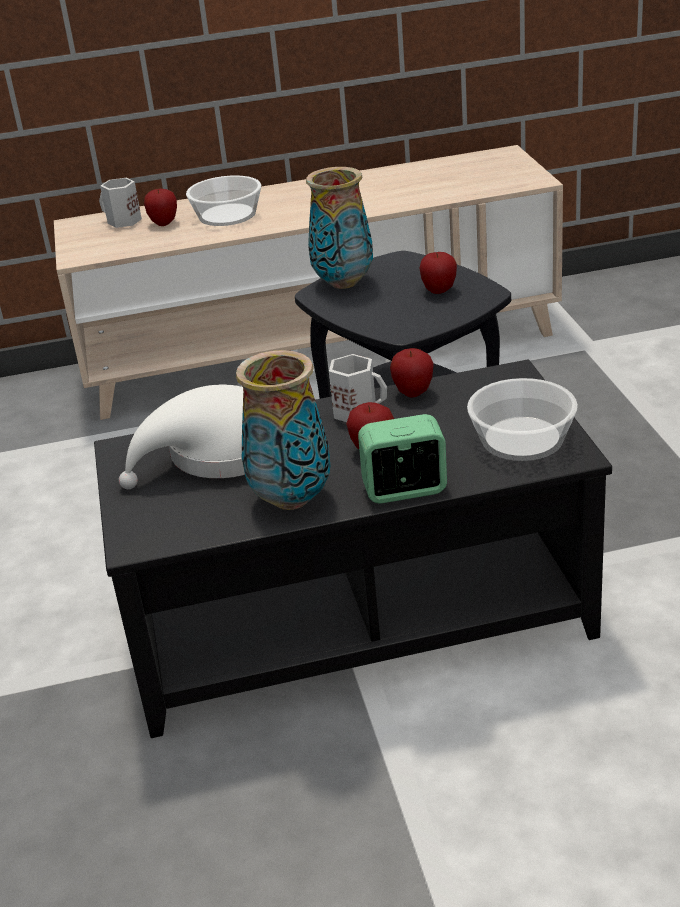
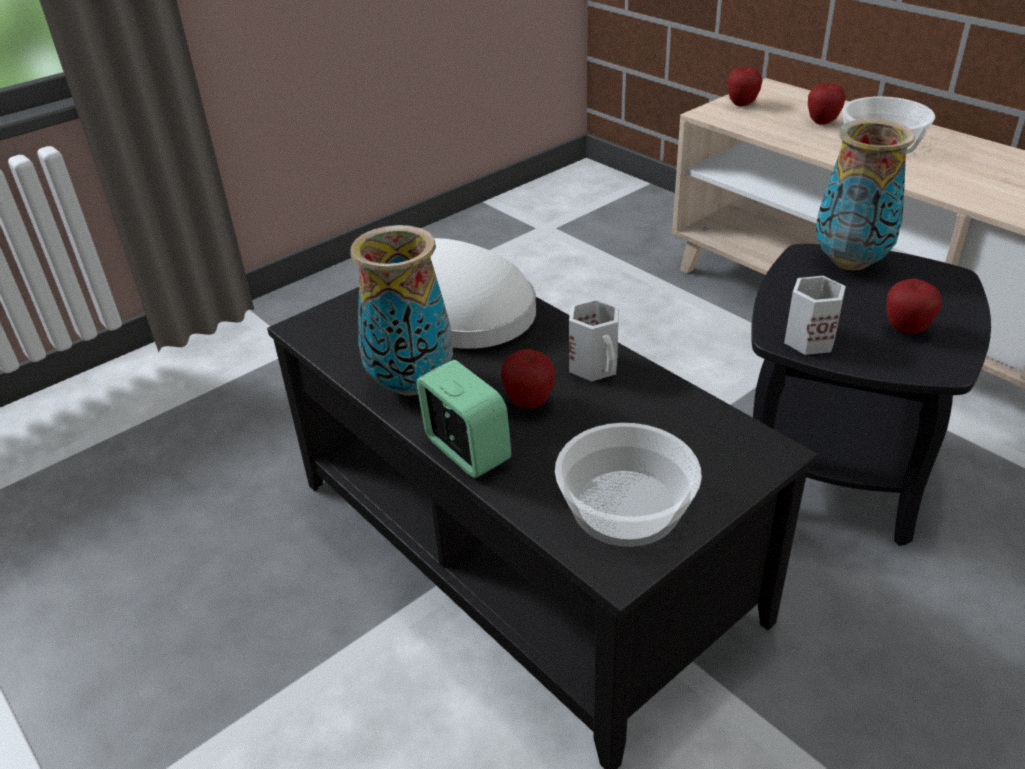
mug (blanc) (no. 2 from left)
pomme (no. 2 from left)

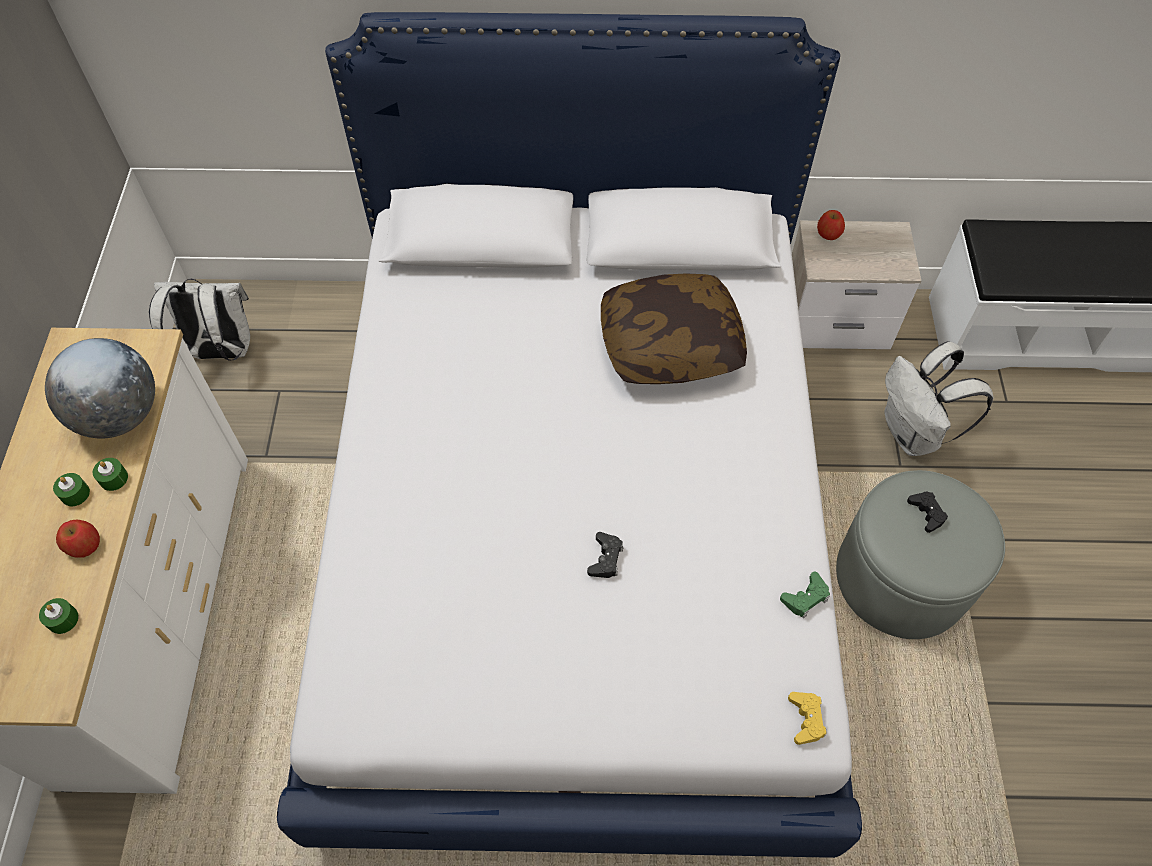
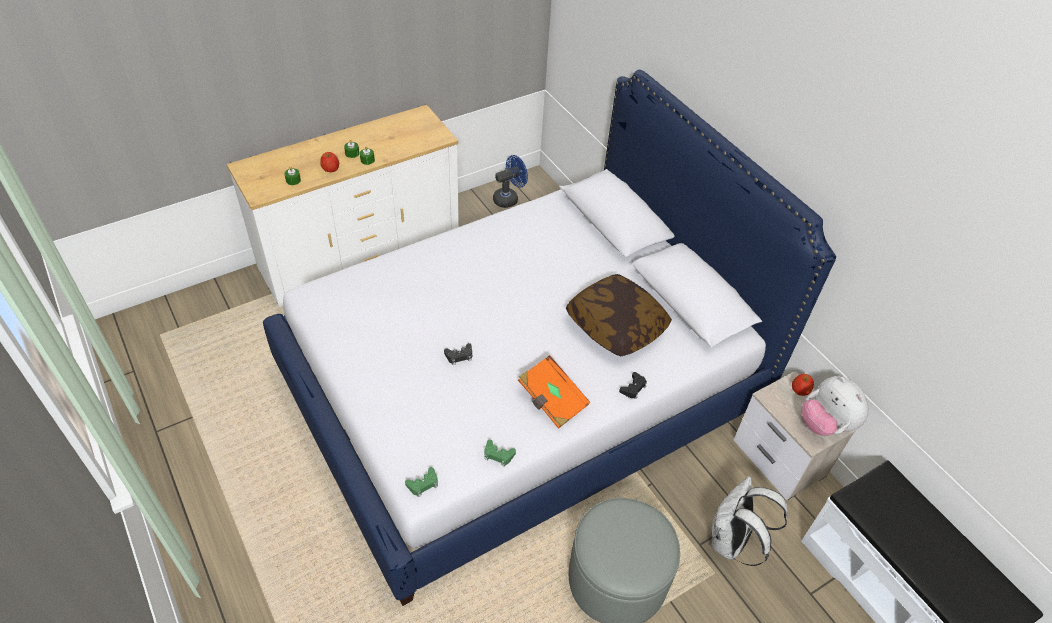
ventilateur (bleu)
globe
manette (noir) (no. 2 from left)
manette (vert) (no. 1 from left)
livre (orange)
peluche

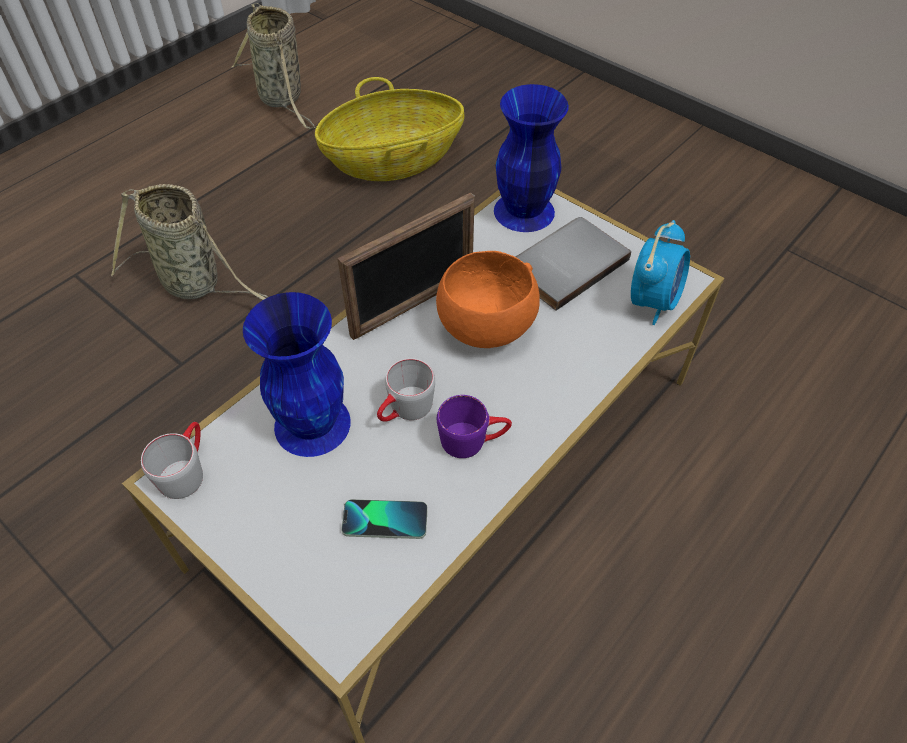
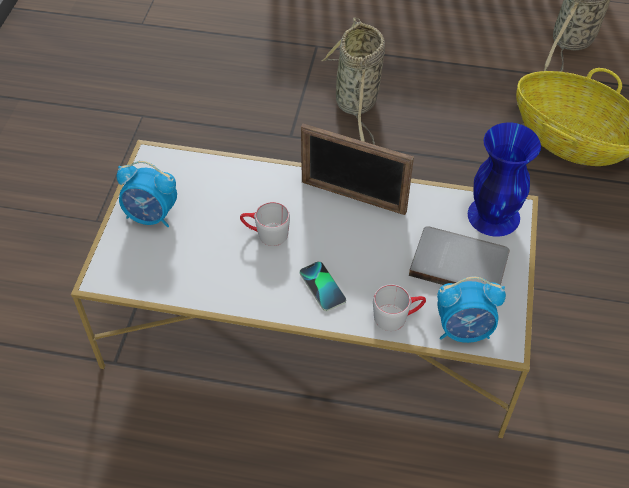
bol (orange)
vase (bleu) (no. 1 from left in the first image)
mug (violet)
mug (gris) (no. 2 from left)
téléphone
réveil (no. 1 from left)

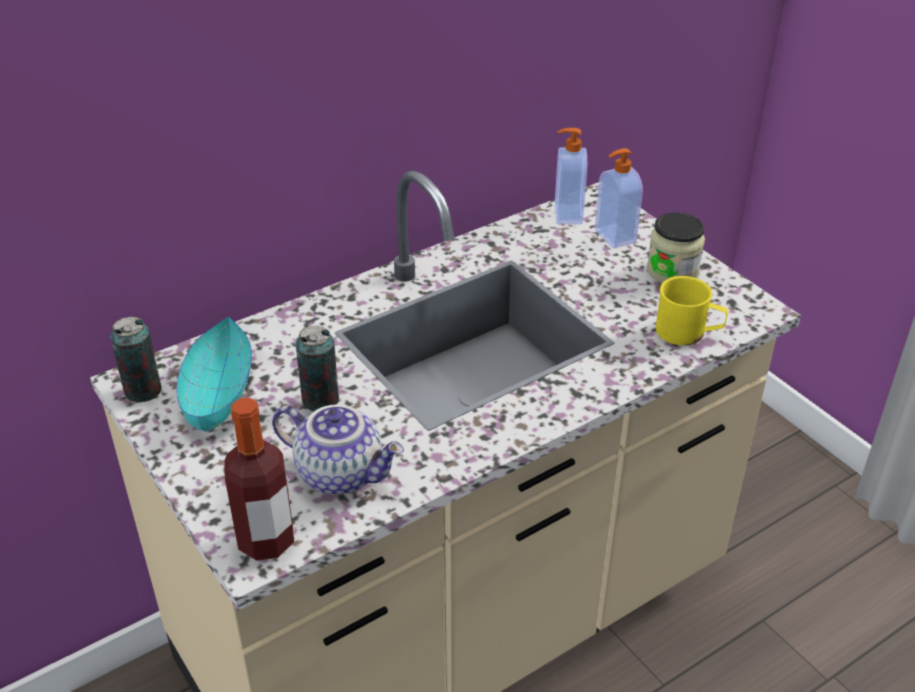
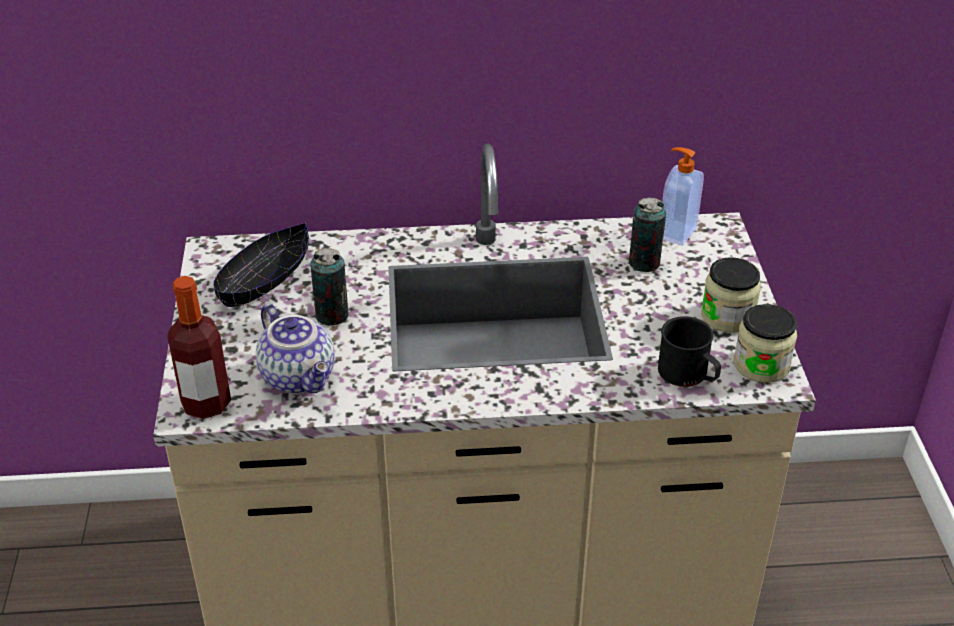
distributeur de savon (no. 2 from left in the first image)
mug (noir)
bol (noir)
boîte métallique (no. 2 from left)
bocal (no. 2 from left)

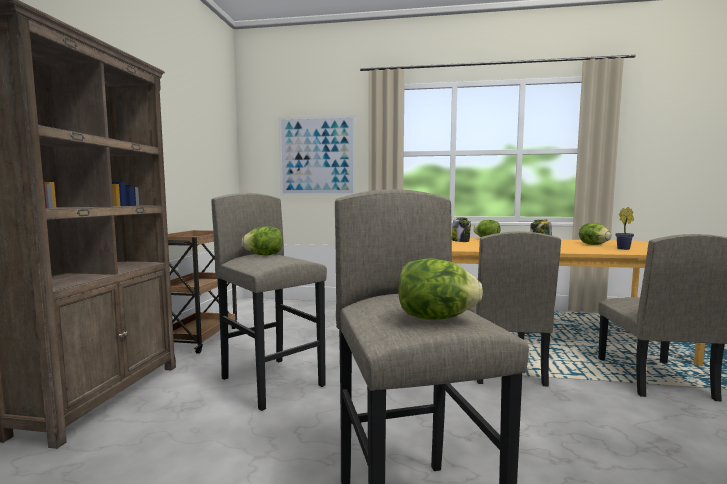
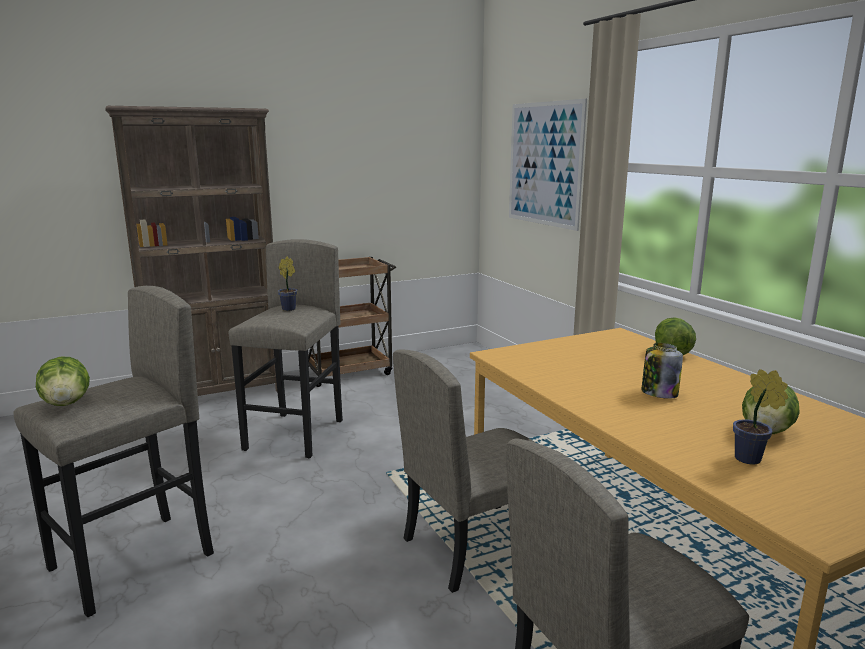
bocal (no. 1 from left in the first image)
plante en pot (no. 1 from left)

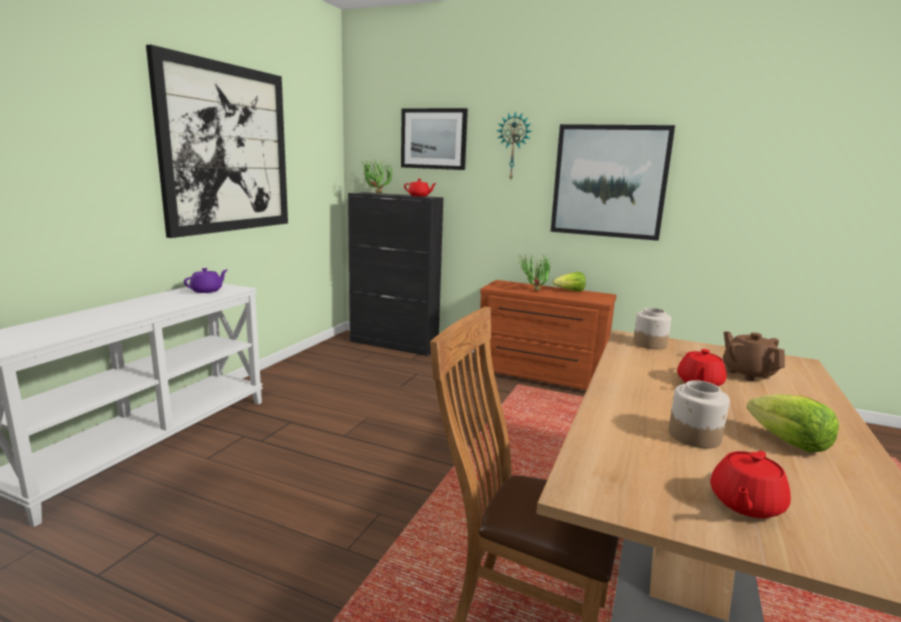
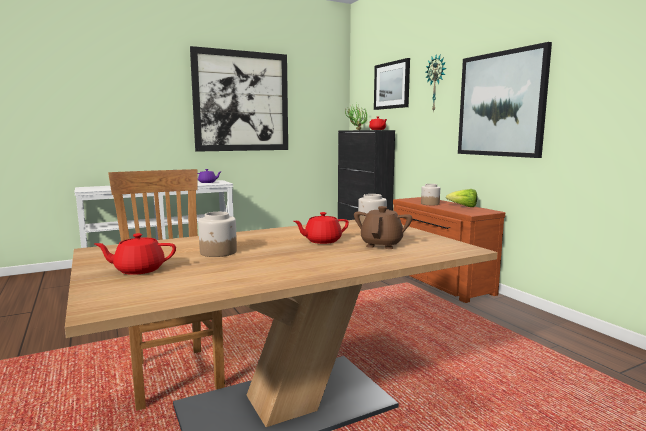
bocal (no. 3 from left)
laitue (no. 2 from left in the first image)

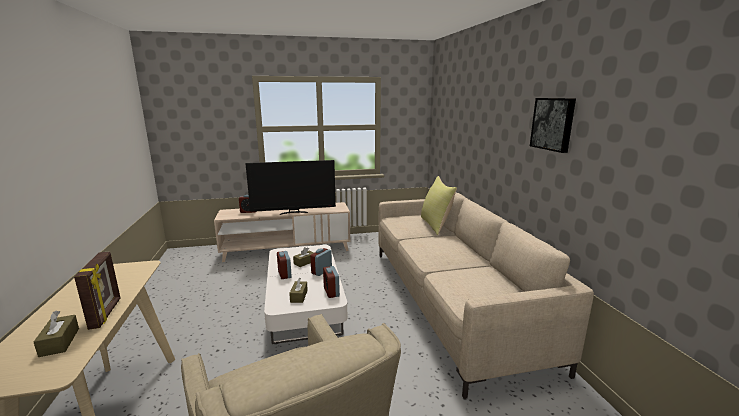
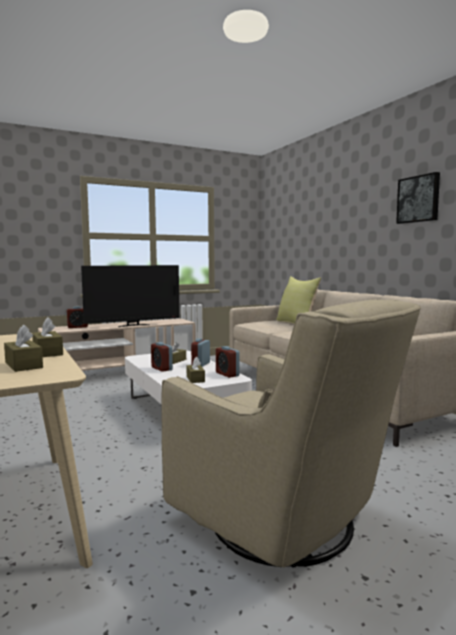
boîte à mouchoirs (marron) (no. 2 from left)

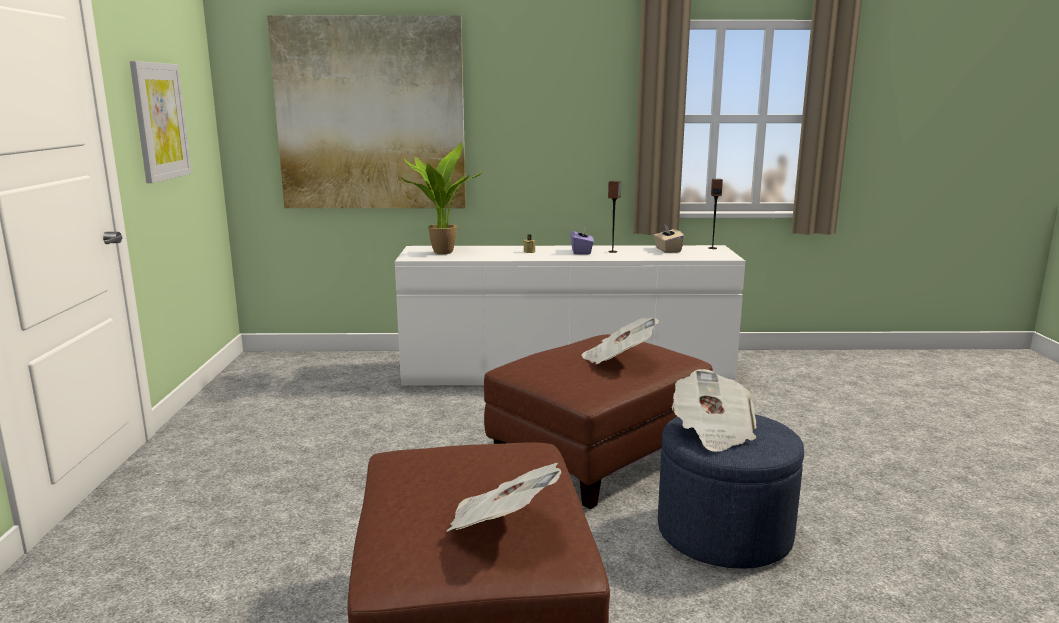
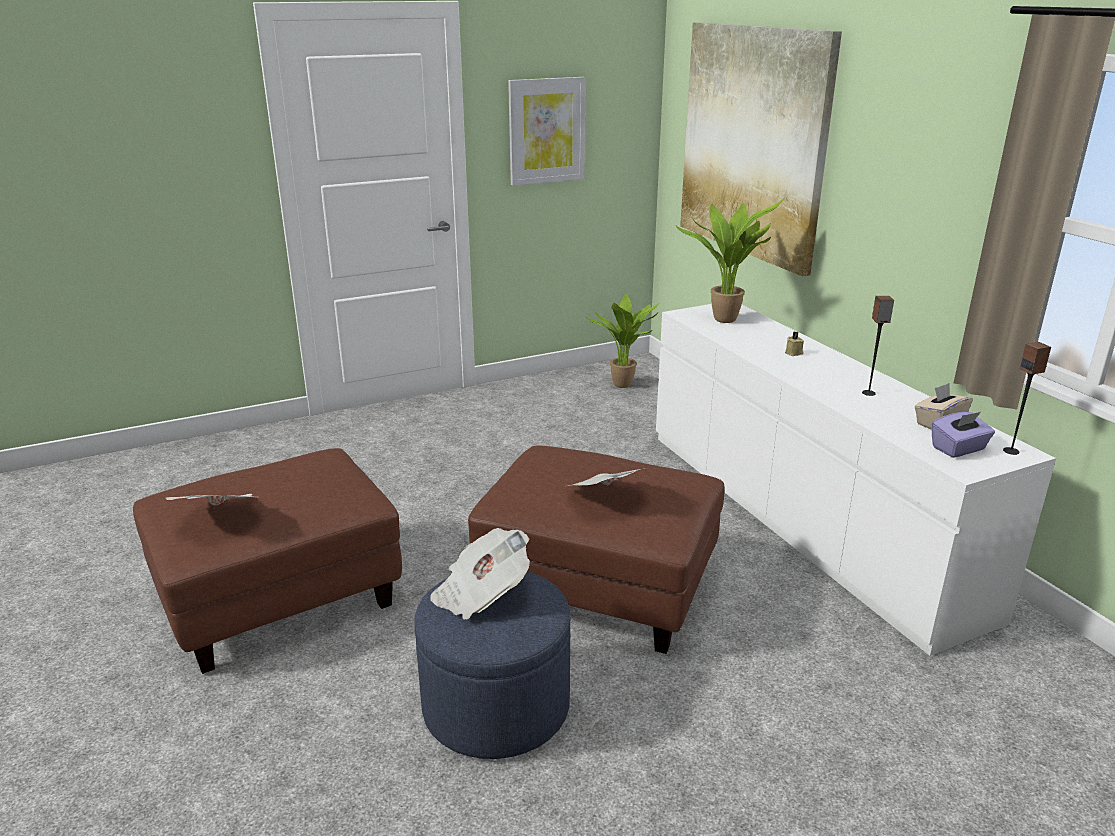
boîte à mouchoirs (violet)
plante en pot (no. 1 from left)

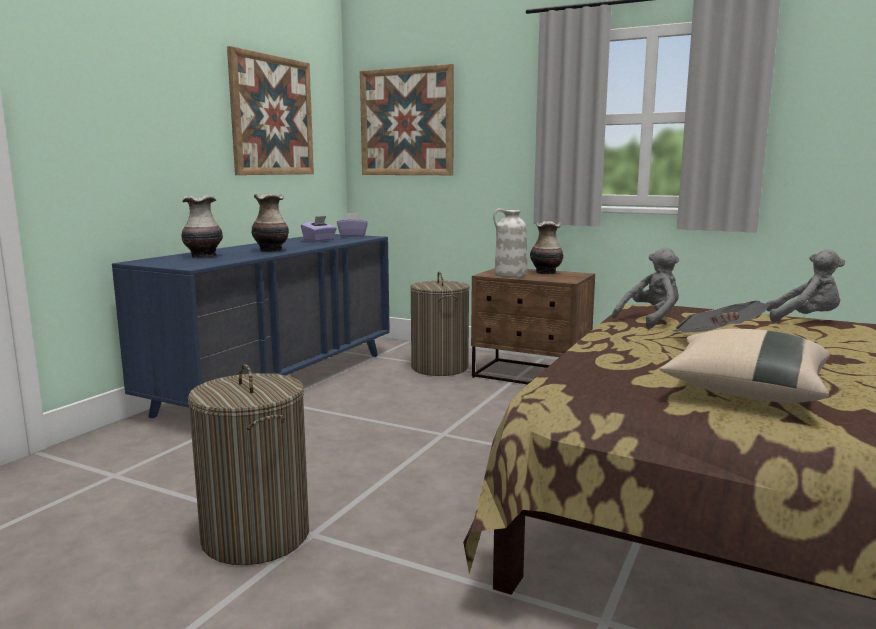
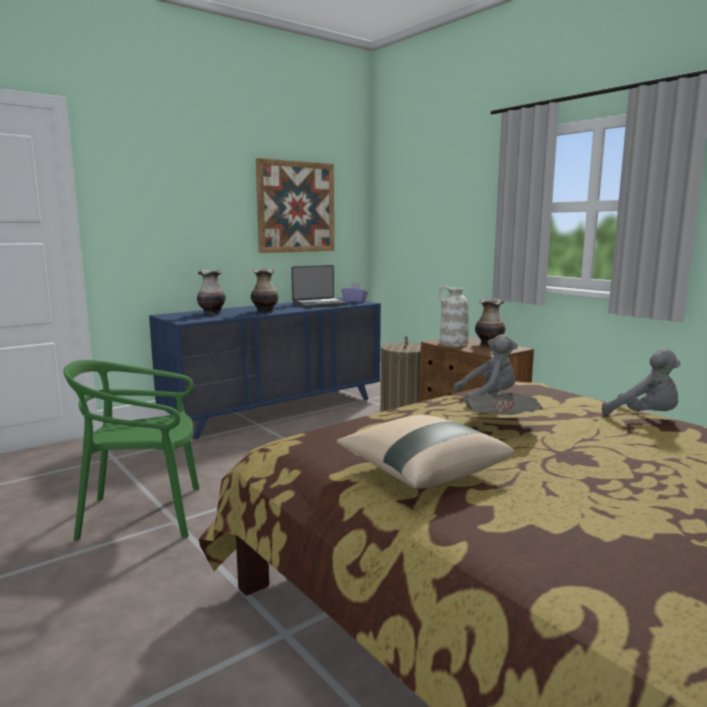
tableau (no. 2 from left in the first image)
ordinateur portable
chaise (vert)

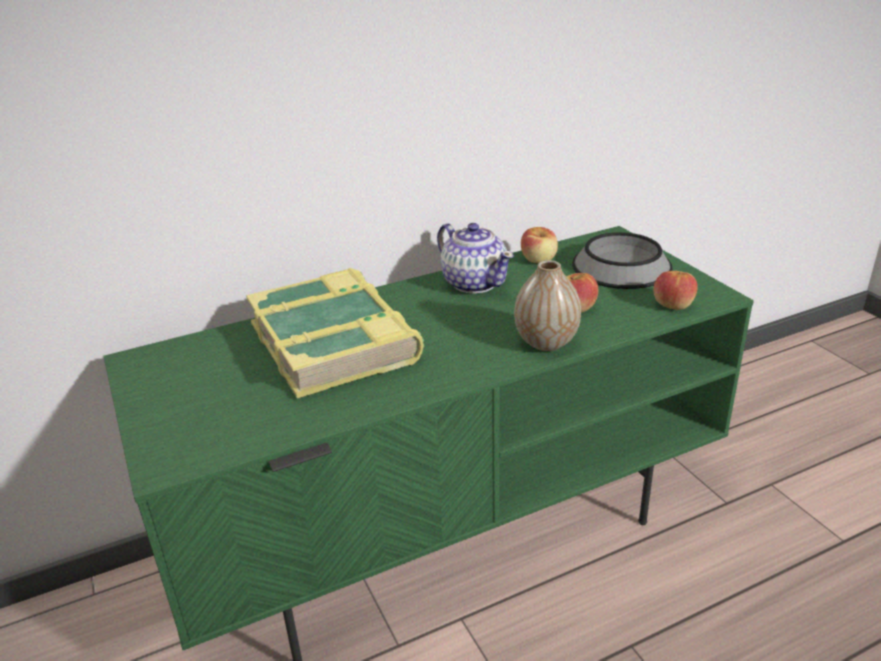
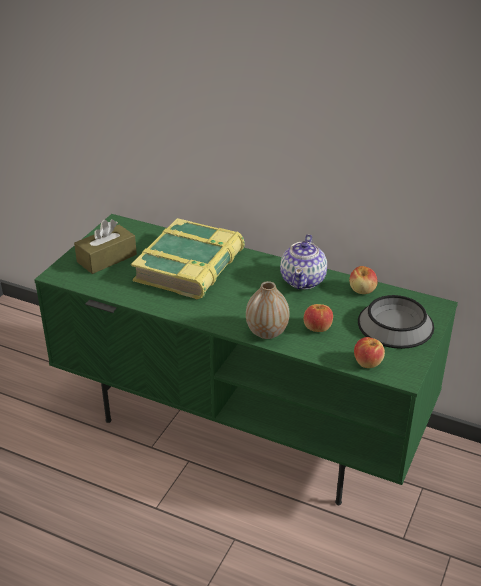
boîte à mouchoirs (marron)

